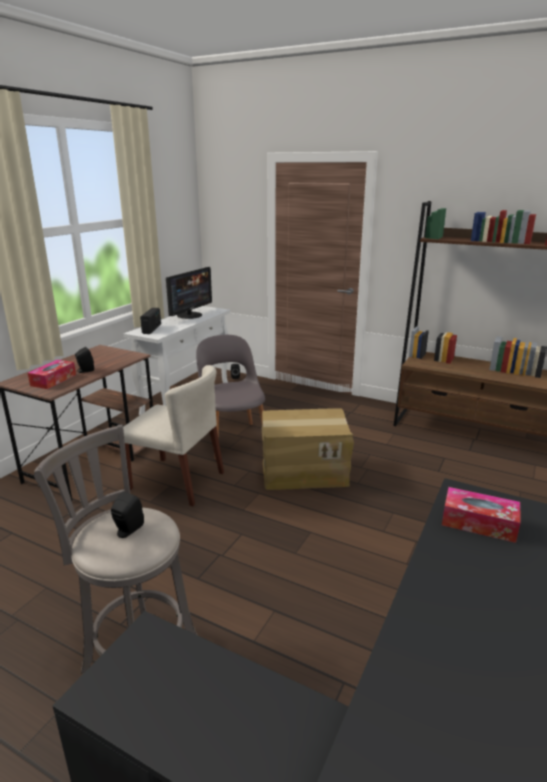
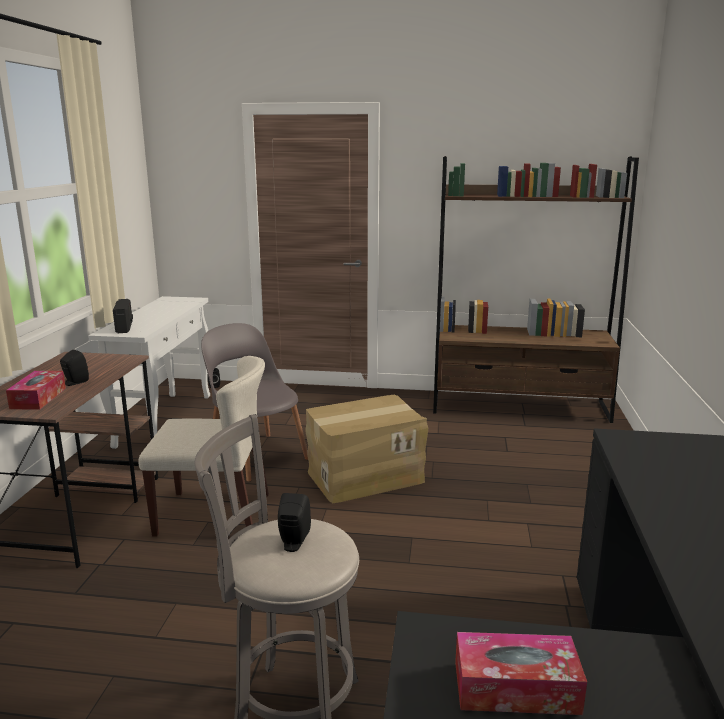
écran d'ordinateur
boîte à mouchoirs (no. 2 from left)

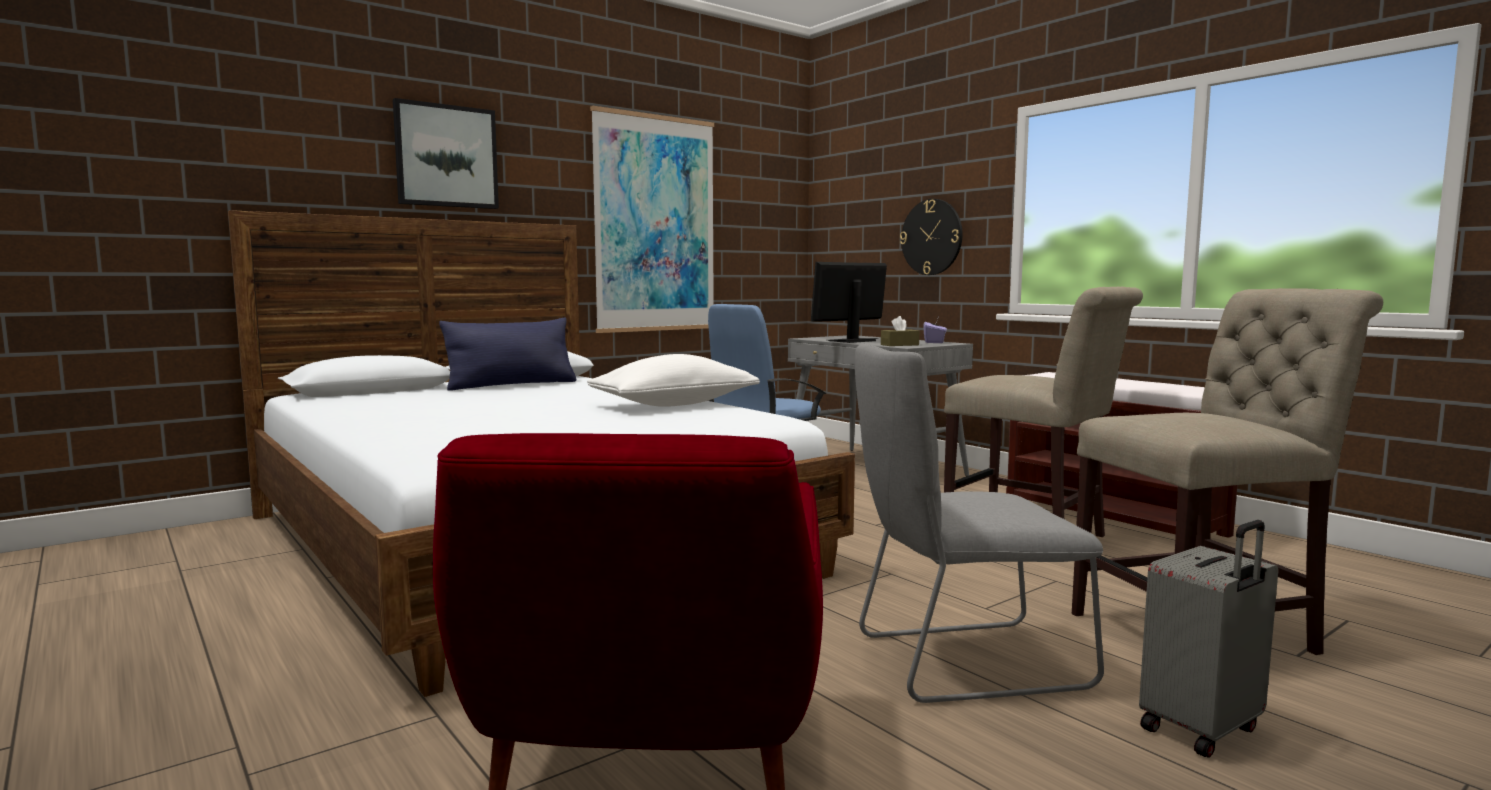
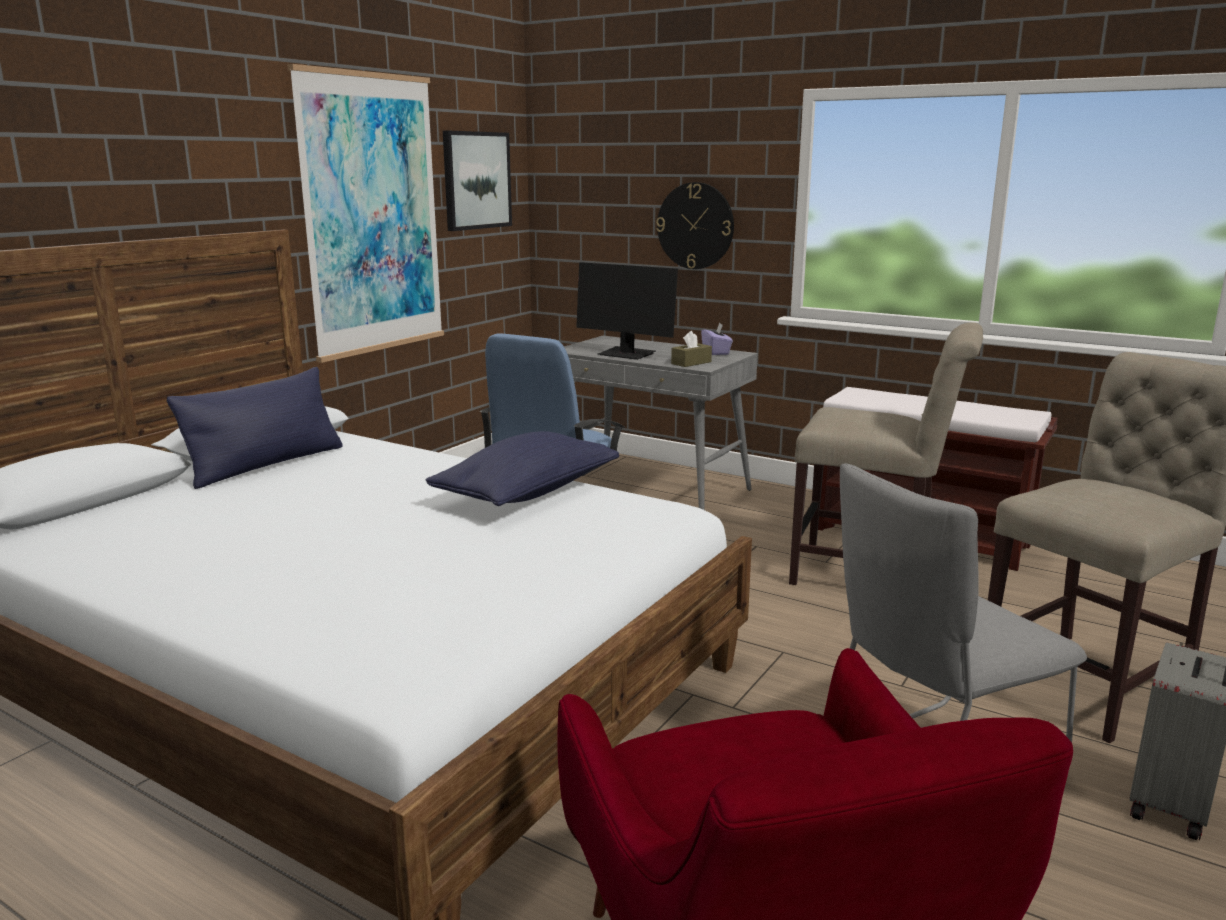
tableau (no. 2 from left)
écran d'ordinateur
coussin (bleu) (no. 2 from left)

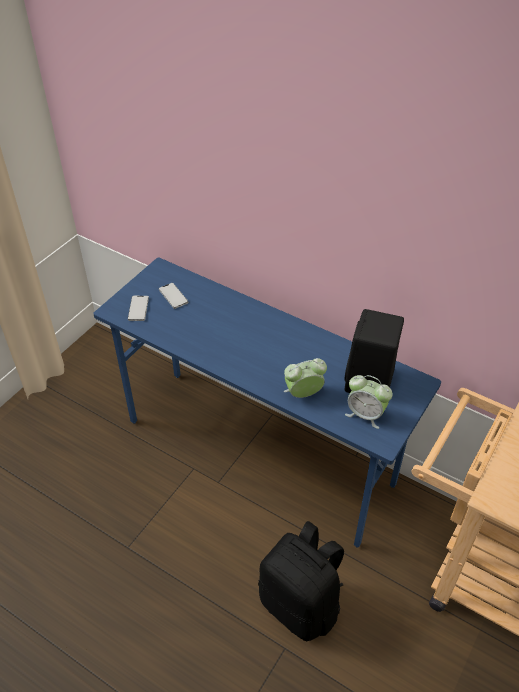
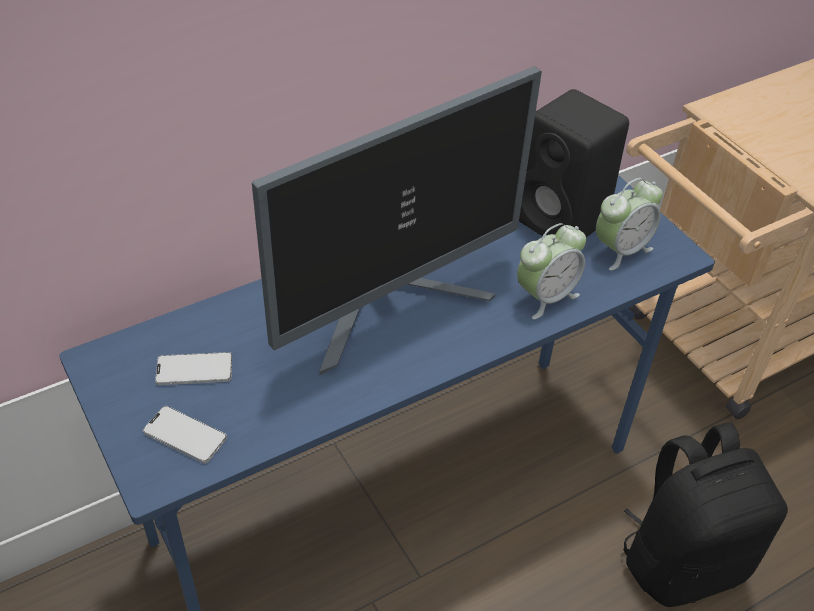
réveil (no. 1 from left)
écran d'ordinateur

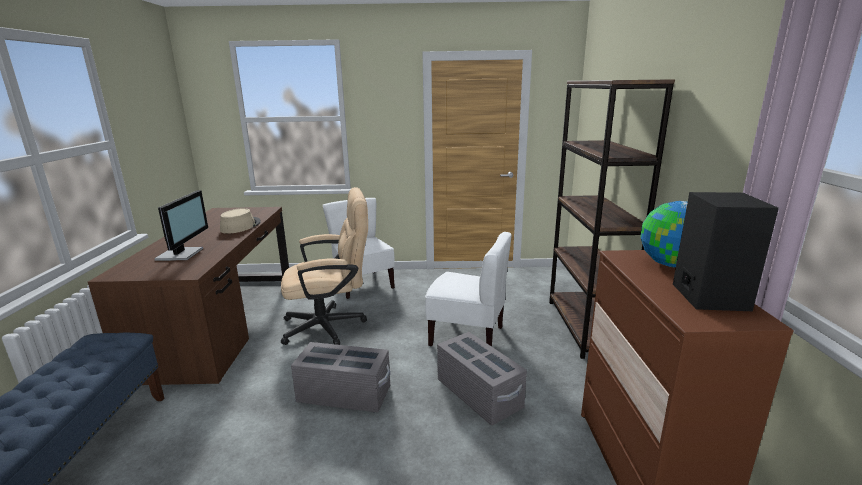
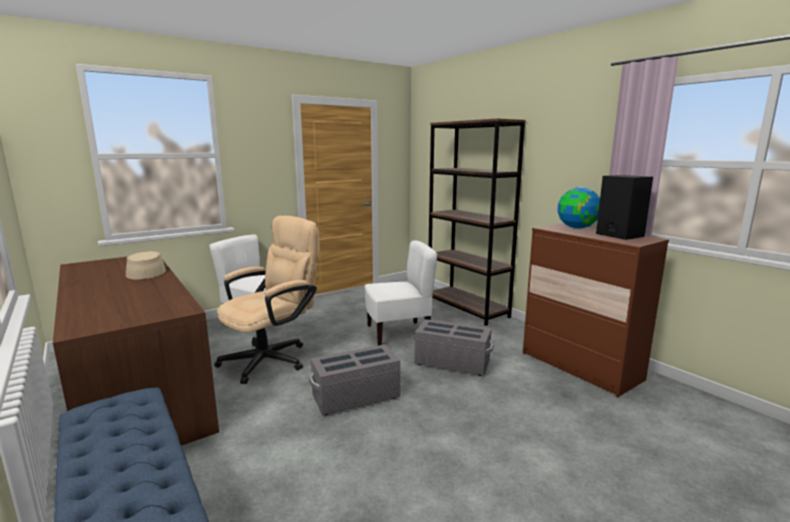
écran d'ordinateur

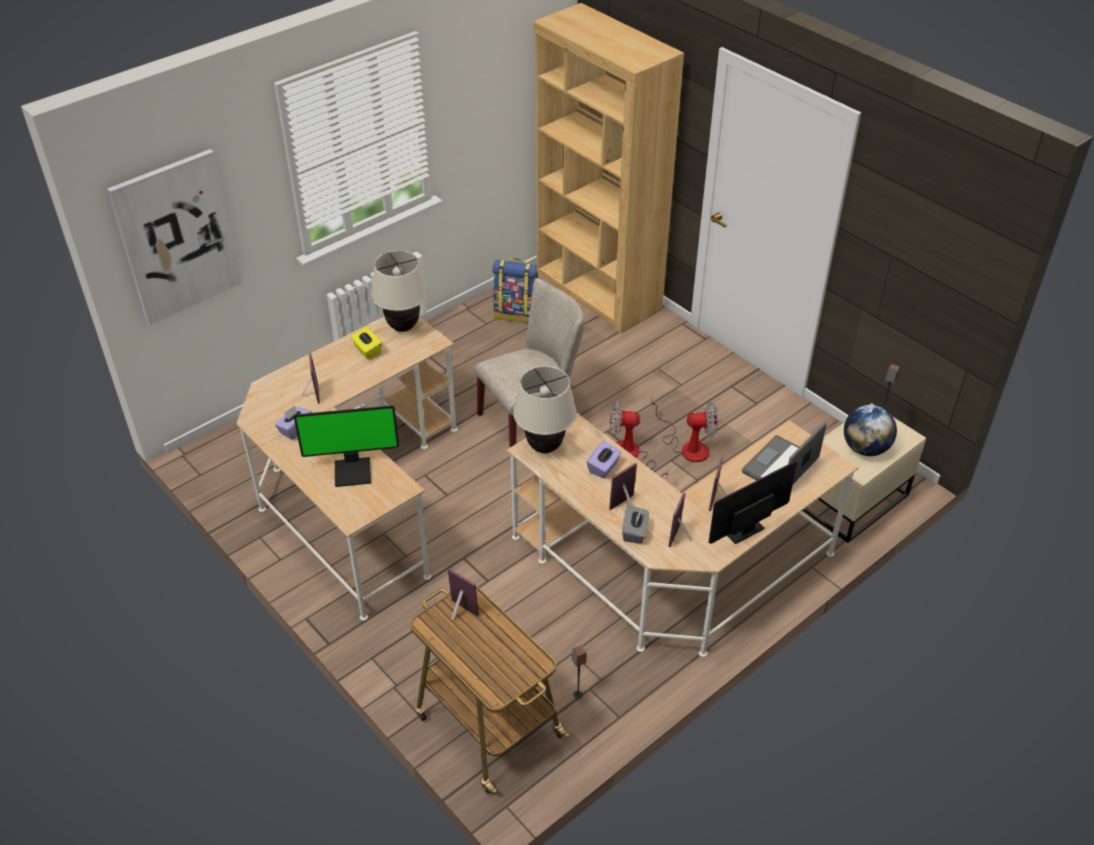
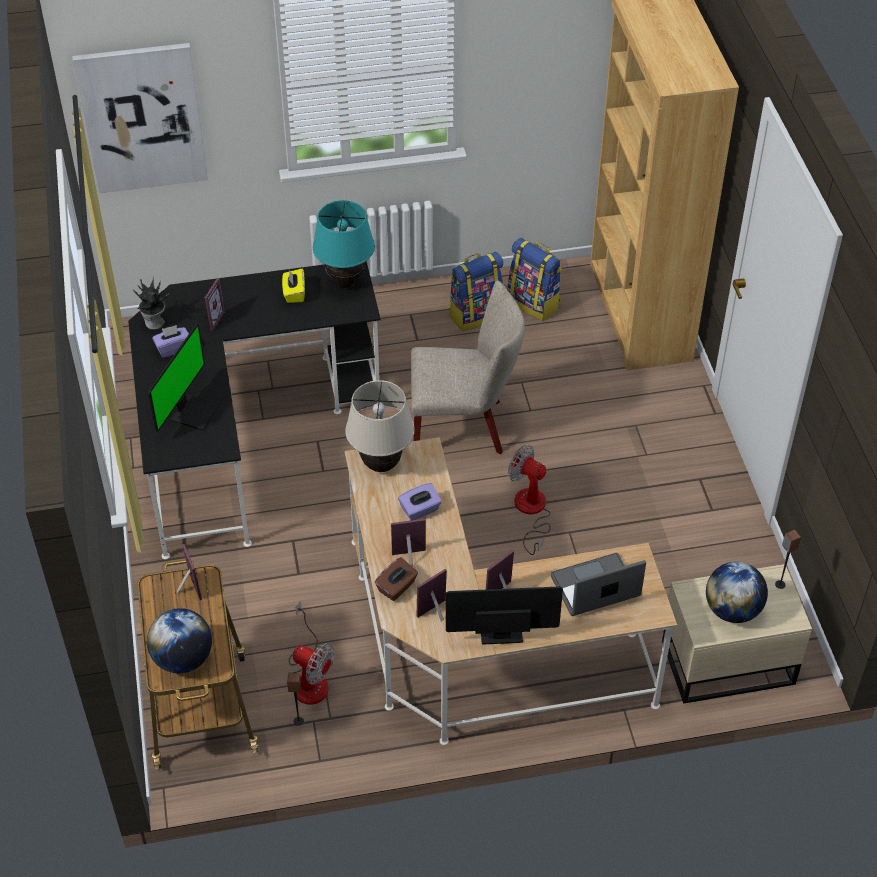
lampe de table (turquoise)
bureau (noir)
ventilateur (no. 1 from left)
écran d'ordinateur (no. 1 from left)
boîte à mouchoirs (marron)
sac à dos (no. 1 from left)
plante en pot
globe (no. 1 from left)

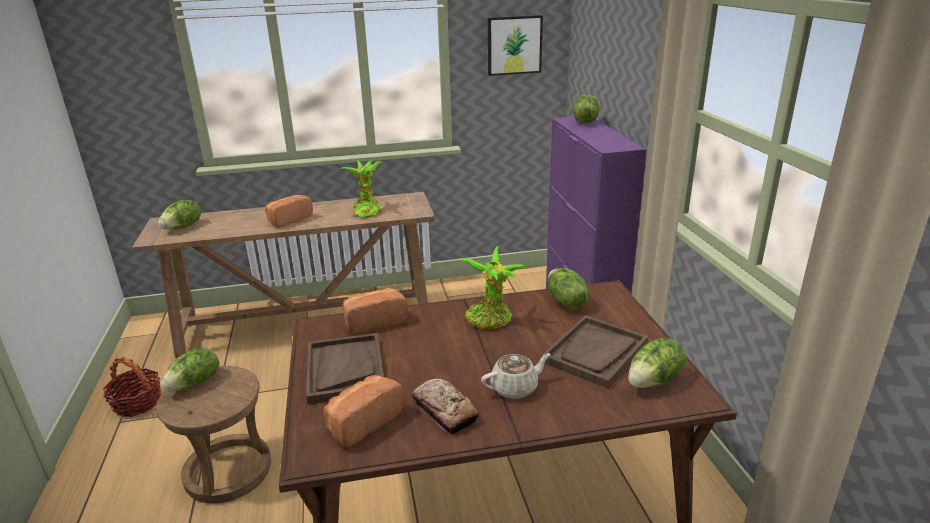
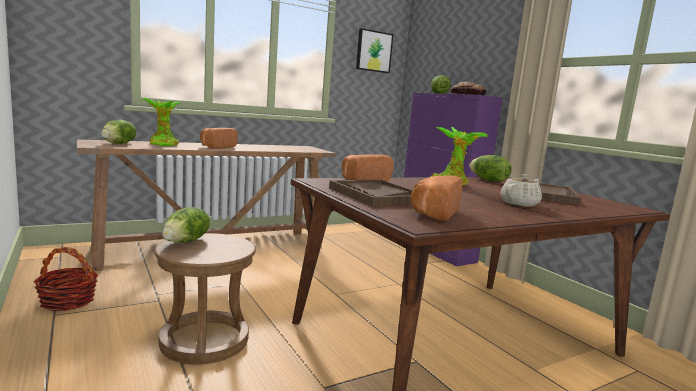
plante en pot (no. 1 from left)
laitue (no. 5 from left in the first image)
pain (no. 4 from left)

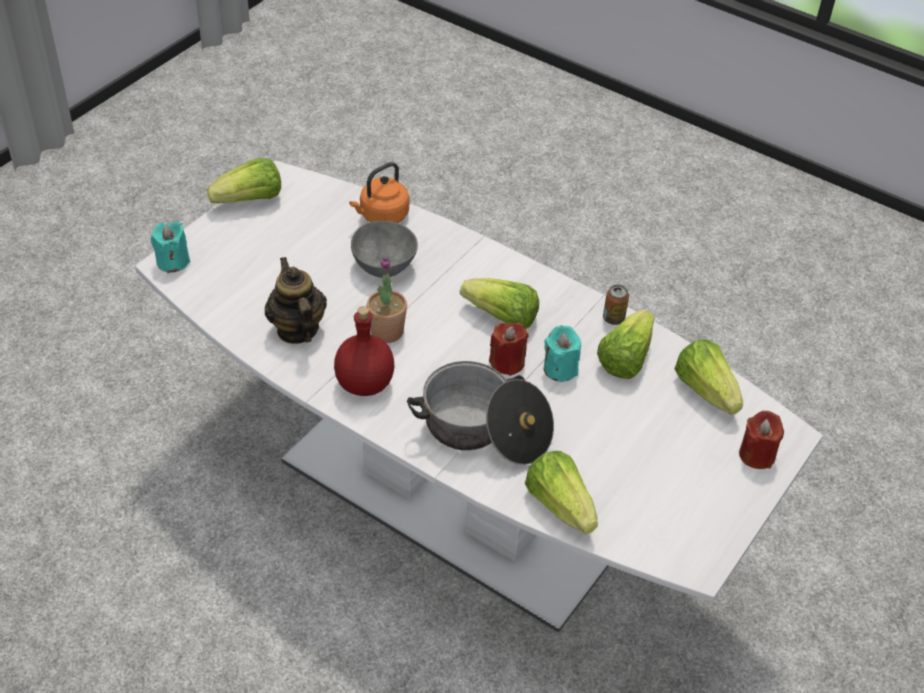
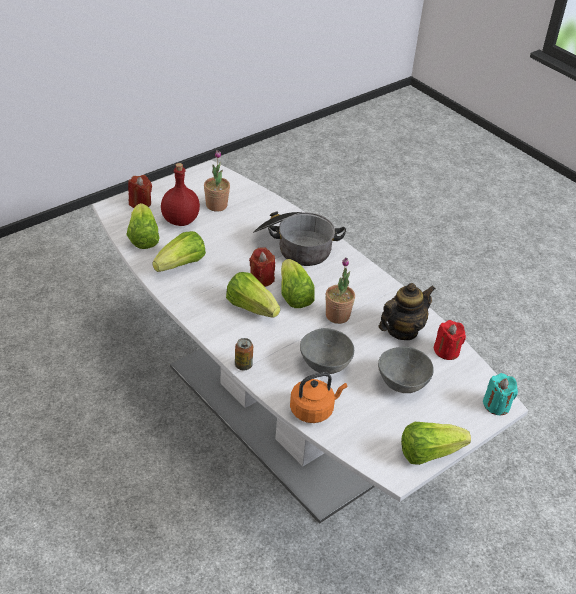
théière
boîte métallique
bouteille (rouge)
bougie (turquoise) (no. 2 from left in the first image)
laitue (no. 4 from left)
plante en pot (no. 1 from left)
bougie (rouge) (no. 3 from left)
bol (gris) (no. 2 from left)

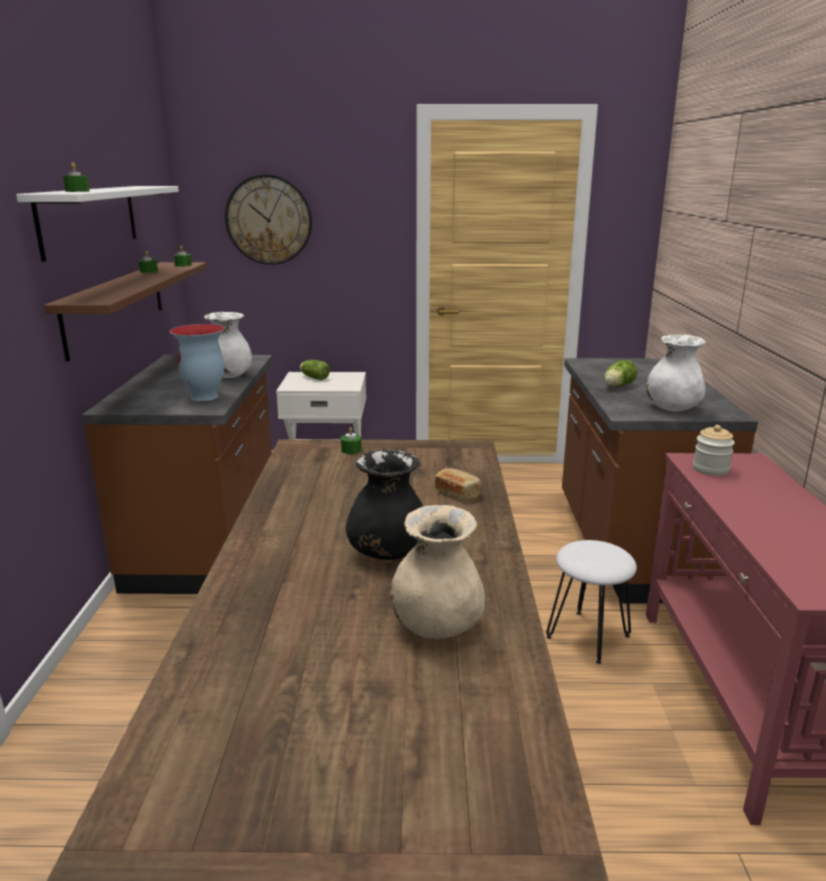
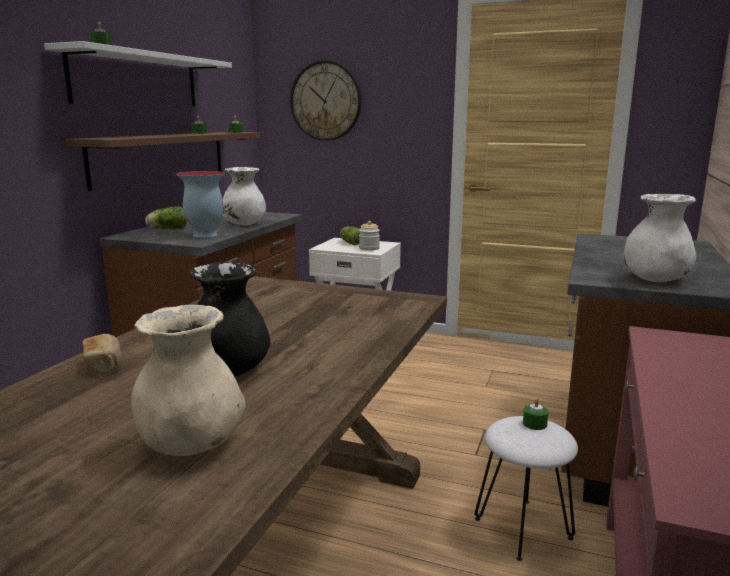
laitue (no. 1 from left)
bocal
bougie (vert) (no. 4 from left)
pain

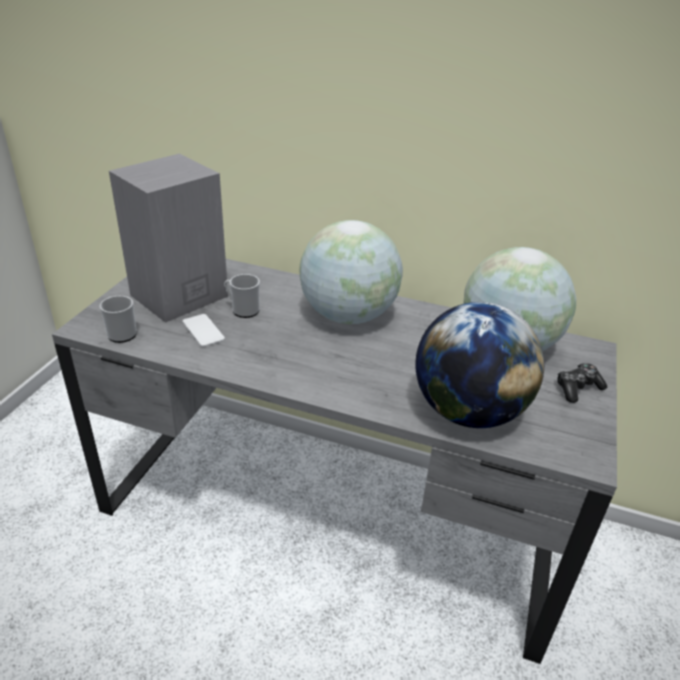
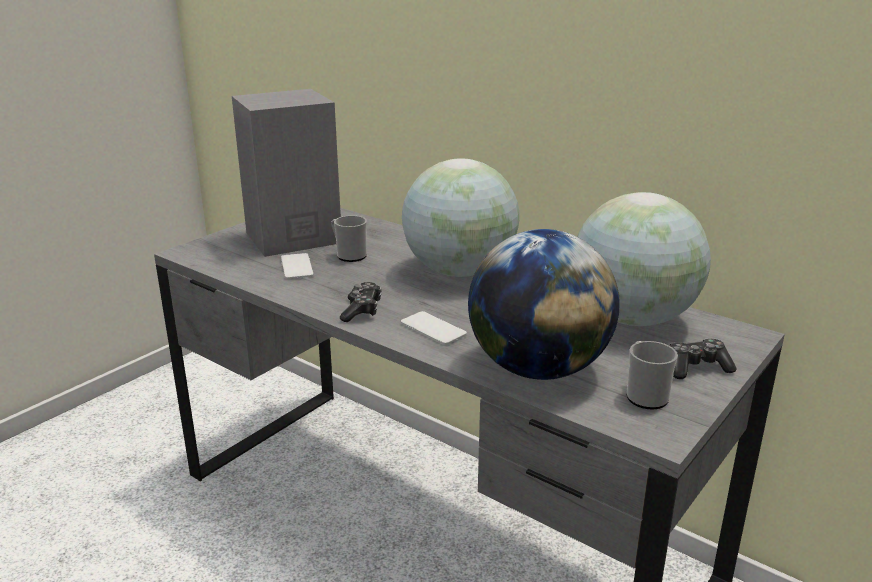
mug (no. 2 from left)
manette (no. 1 from left)
téléphone (no. 2 from left)

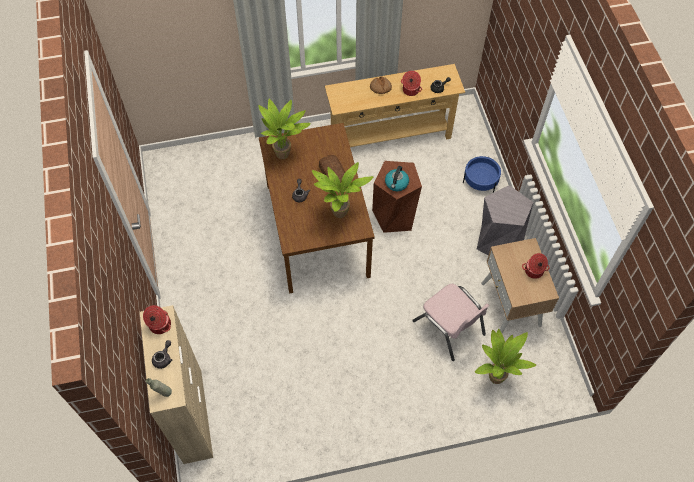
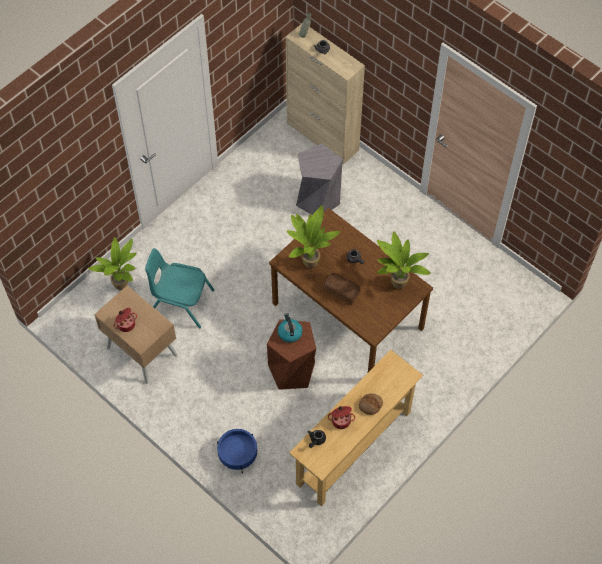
tabouret (gris)
chaise (turquoise)
marmite (no. 1 from left in the first image)

